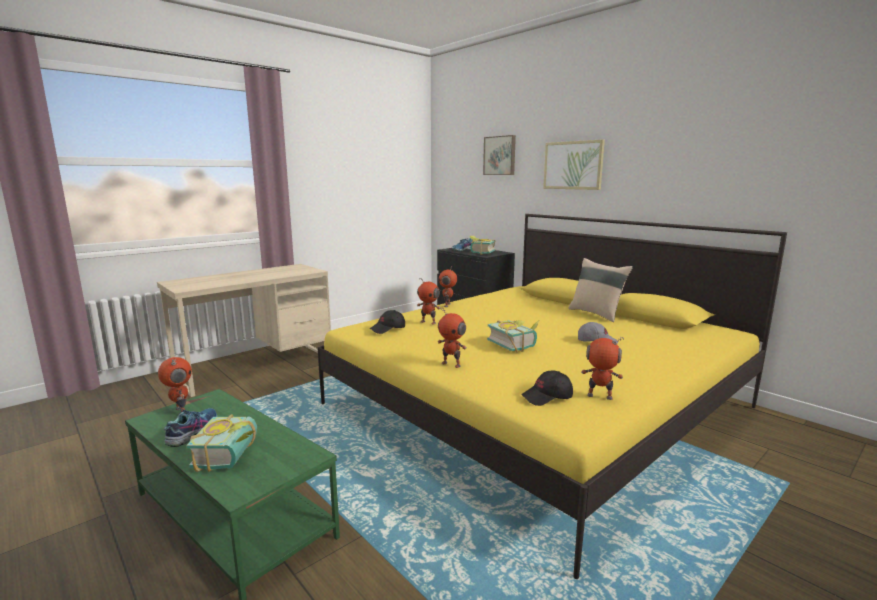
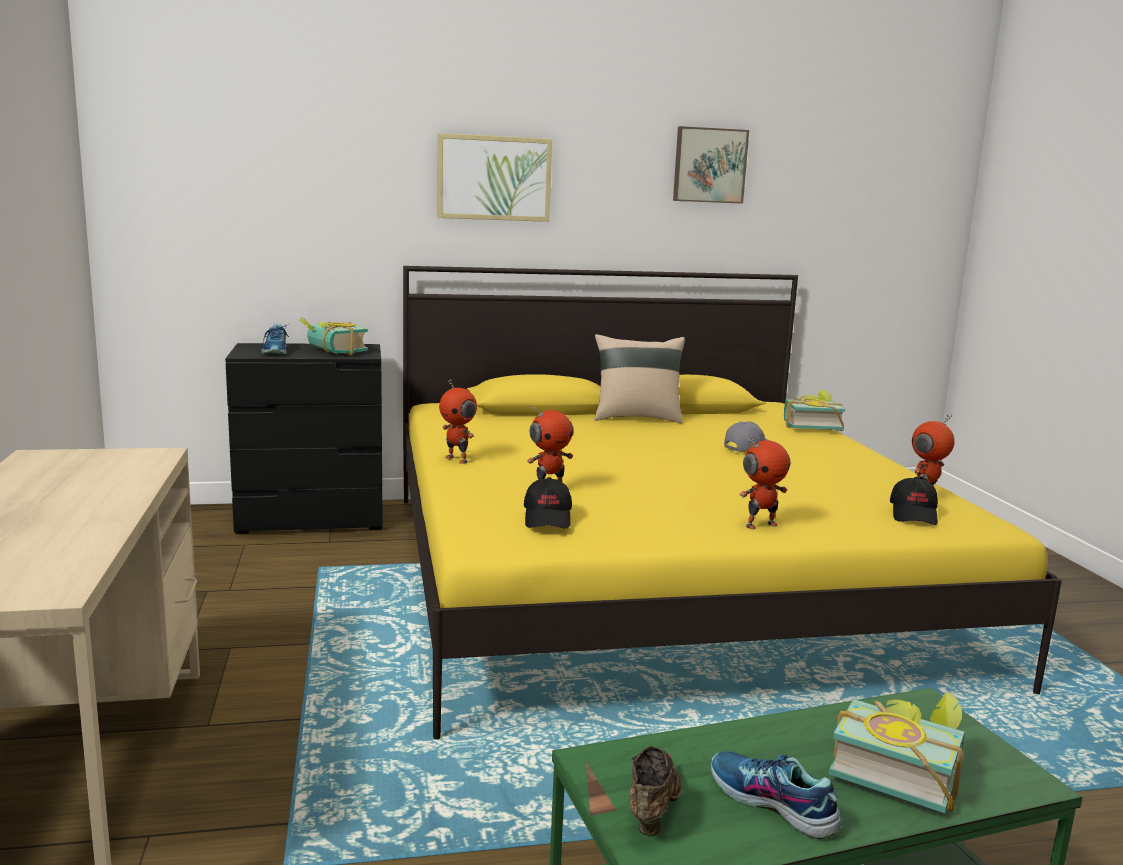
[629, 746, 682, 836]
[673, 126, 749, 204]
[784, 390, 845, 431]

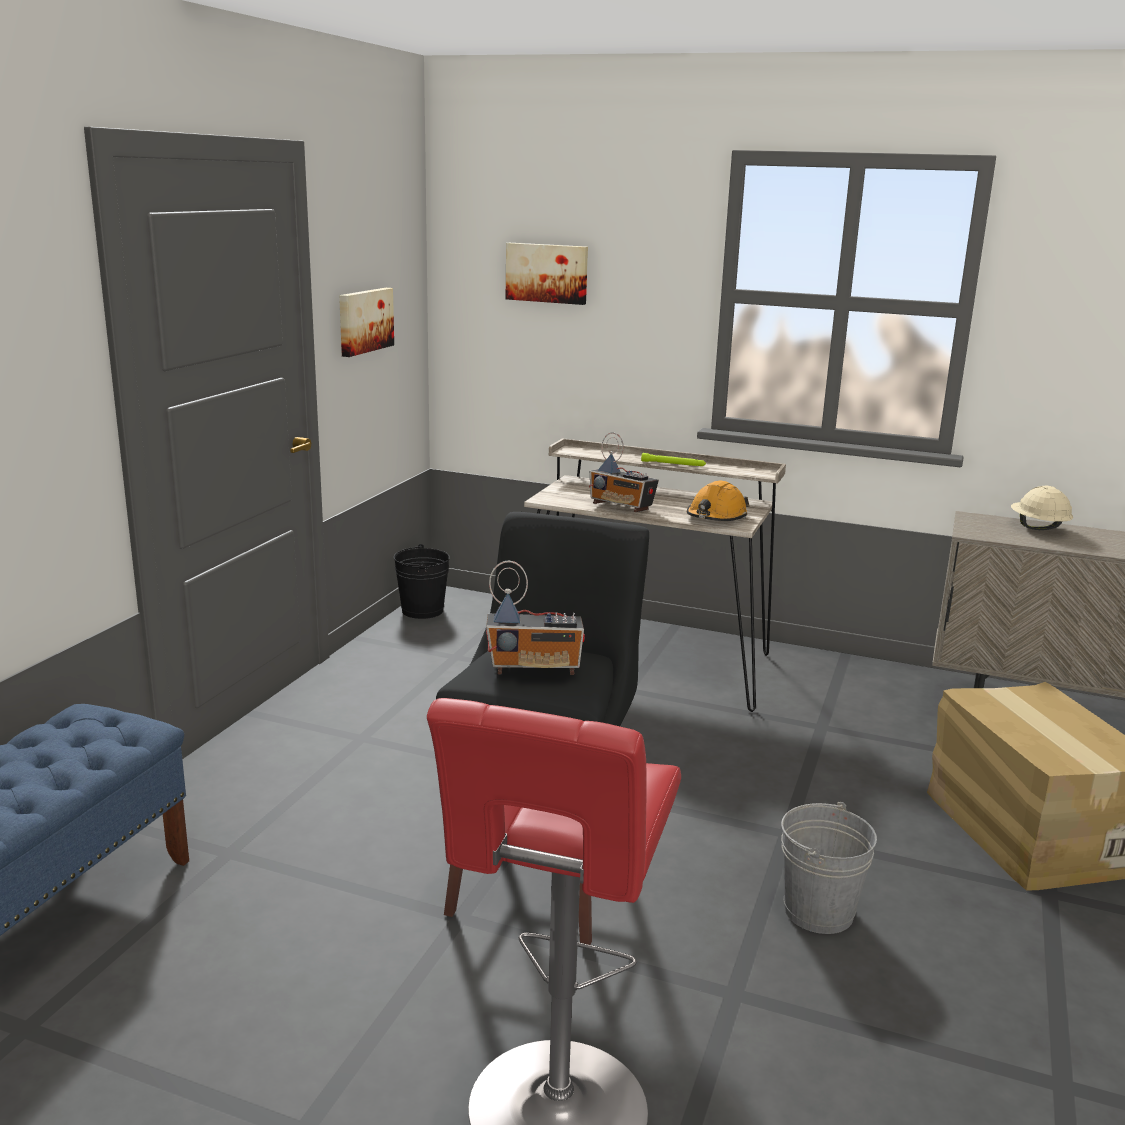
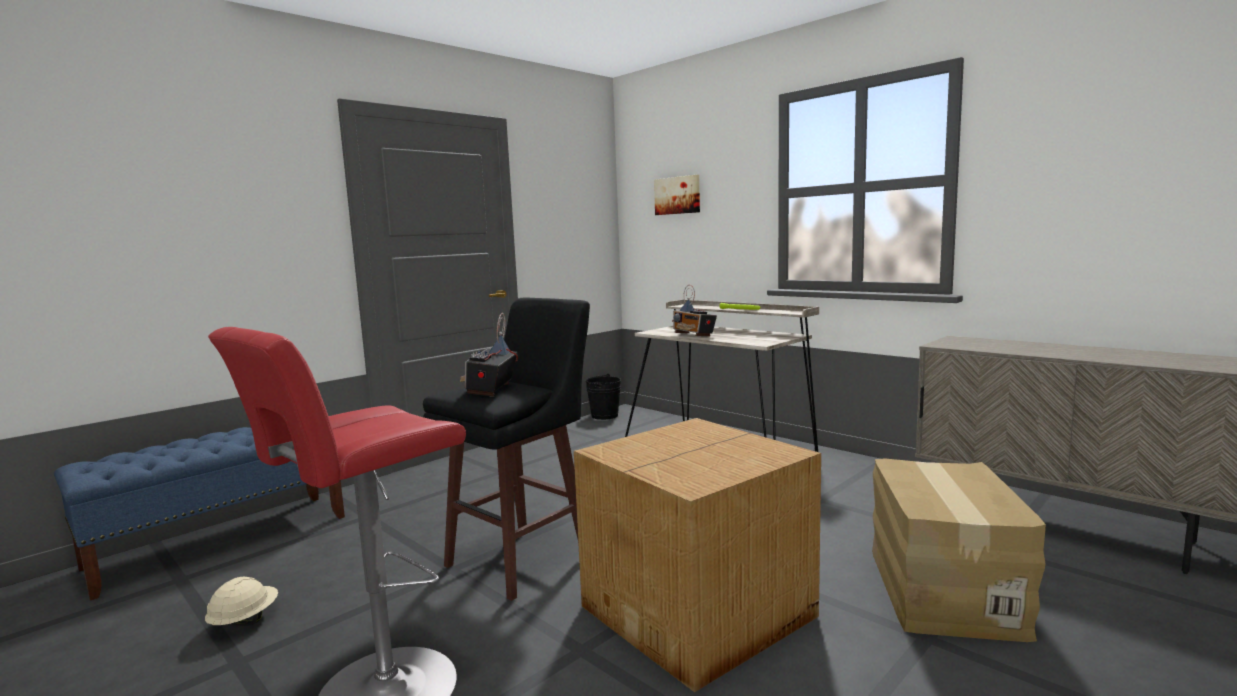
[205, 577, 278, 626]
[460, 313, 518, 397]
[574, 418, 821, 692]
[339, 288, 394, 357] (first image)
[687, 480, 750, 521] (first image)

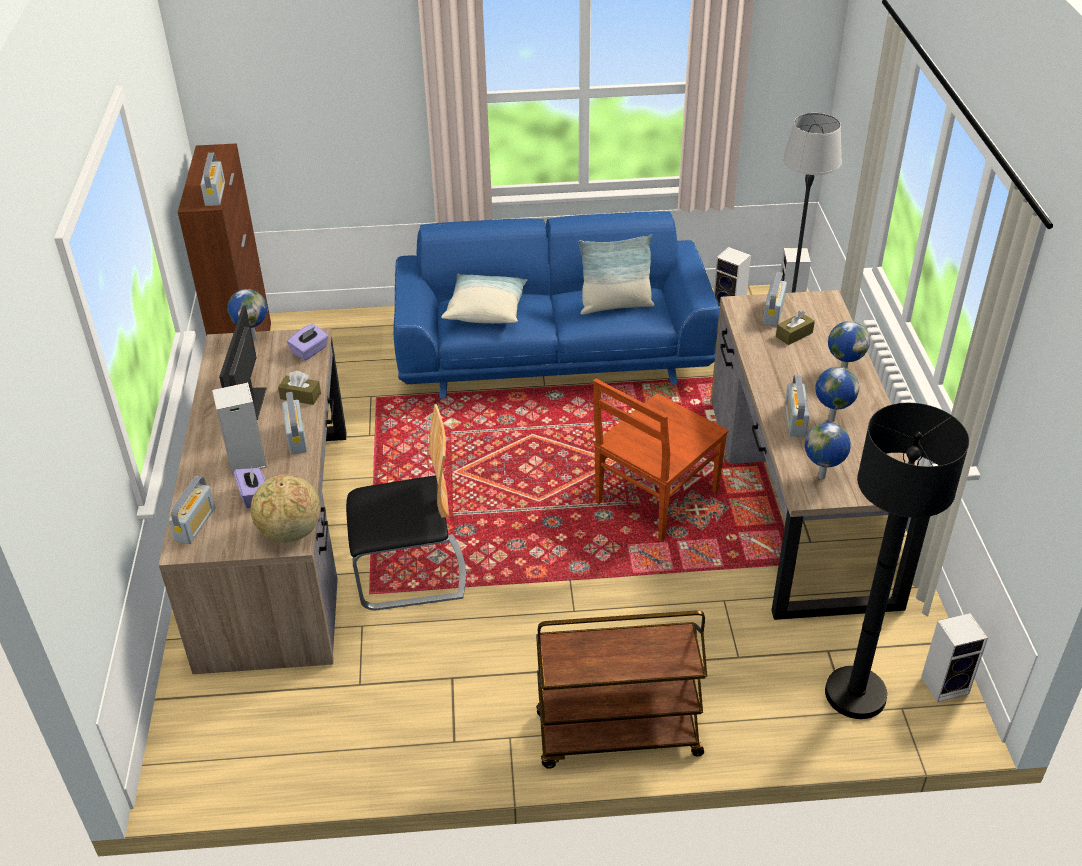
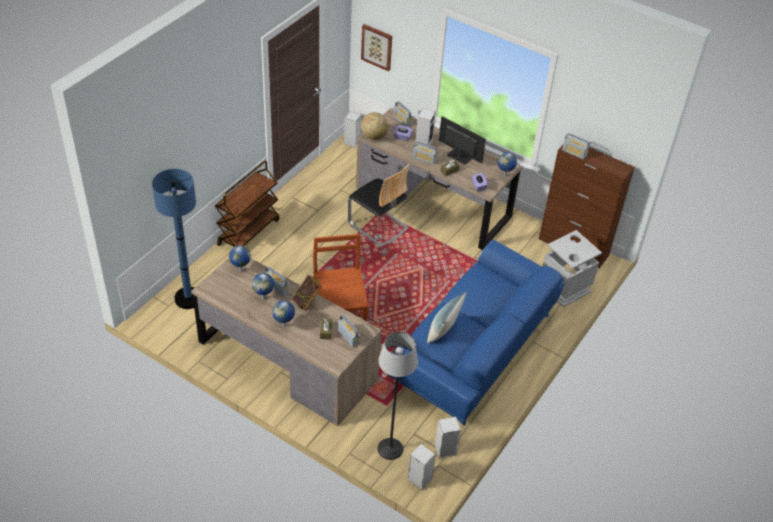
[152, 169, 196, 309]
[292, 275, 322, 311]
[344, 110, 362, 148]
[348, 164, 410, 247]
[361, 24, 392, 71]
[543, 230, 602, 307]
[441, 274, 527, 323] (first image)

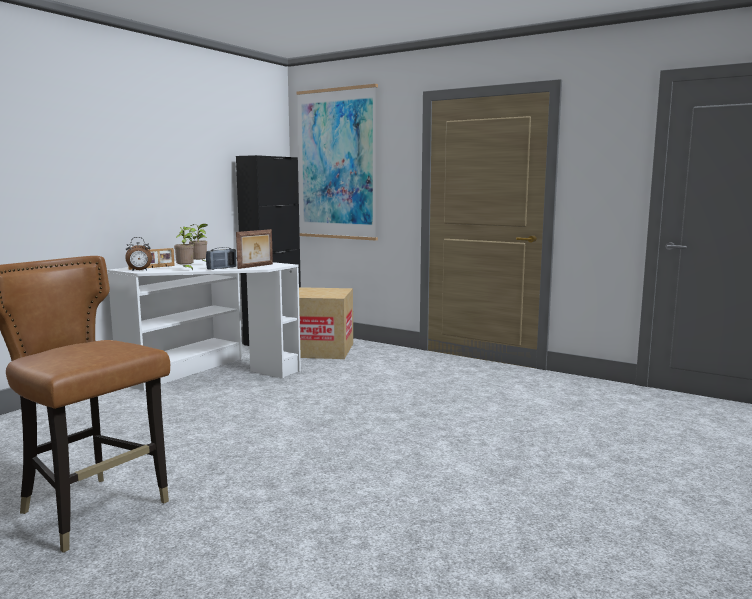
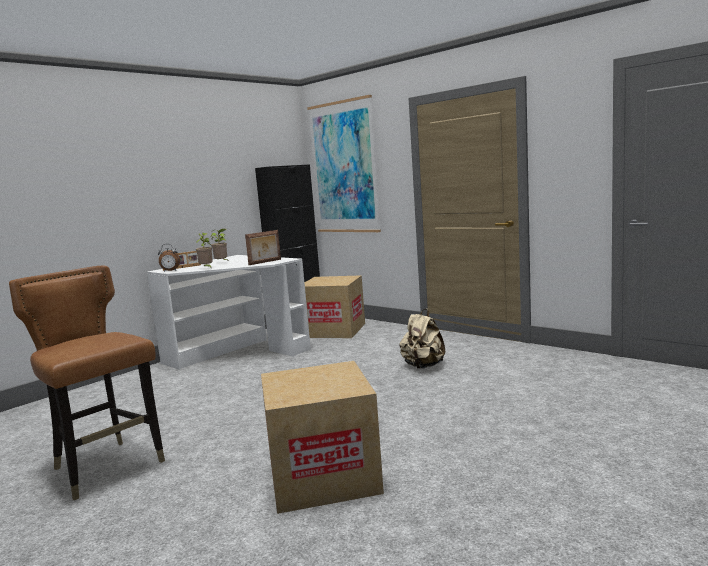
[261, 361, 384, 514]
[399, 309, 445, 369]
[206, 247, 237, 270] (first image)

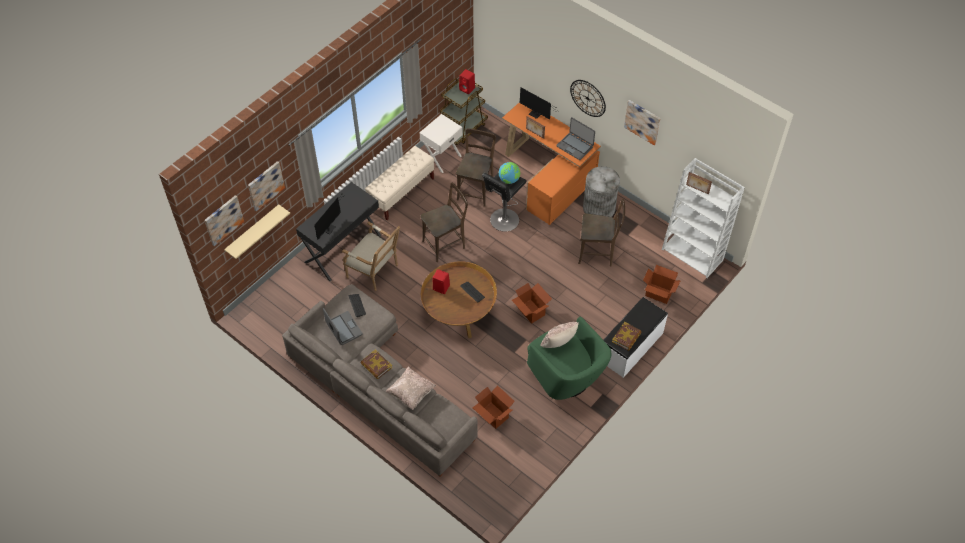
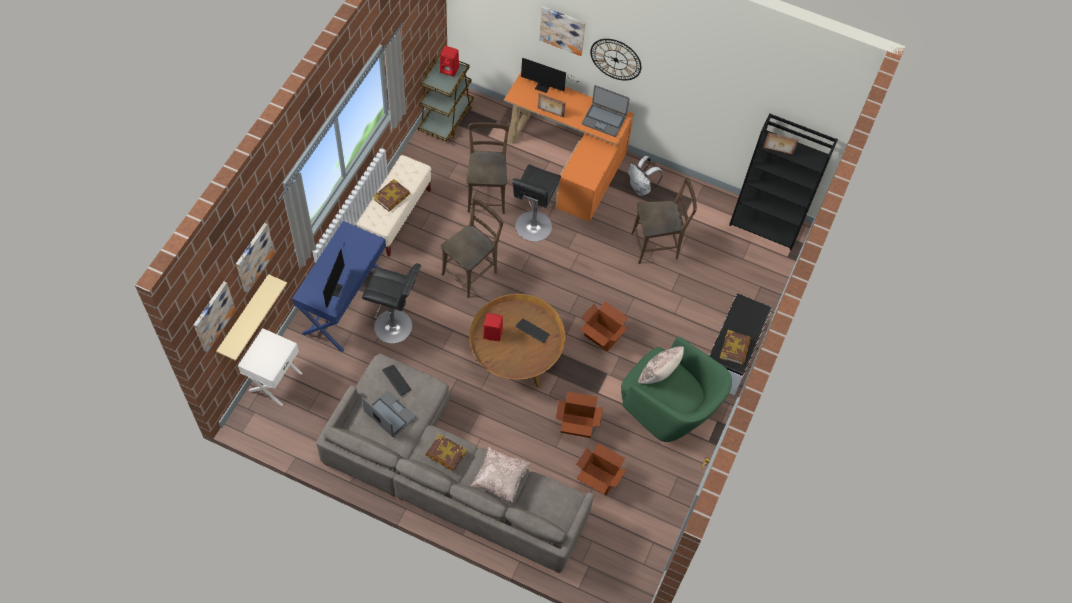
[238, 328, 302, 406]
[292, 221, 386, 352]
[362, 263, 421, 344]
[373, 179, 410, 211]
[539, 6, 586, 56]
[556, 392, 603, 438]
[628, 156, 663, 196]
[729, 113, 838, 250]
[499, 162, 520, 184] (first image)

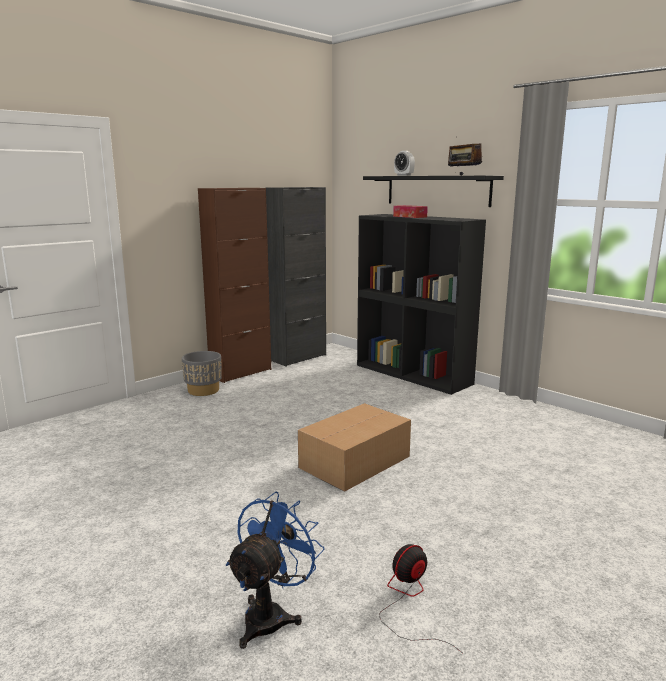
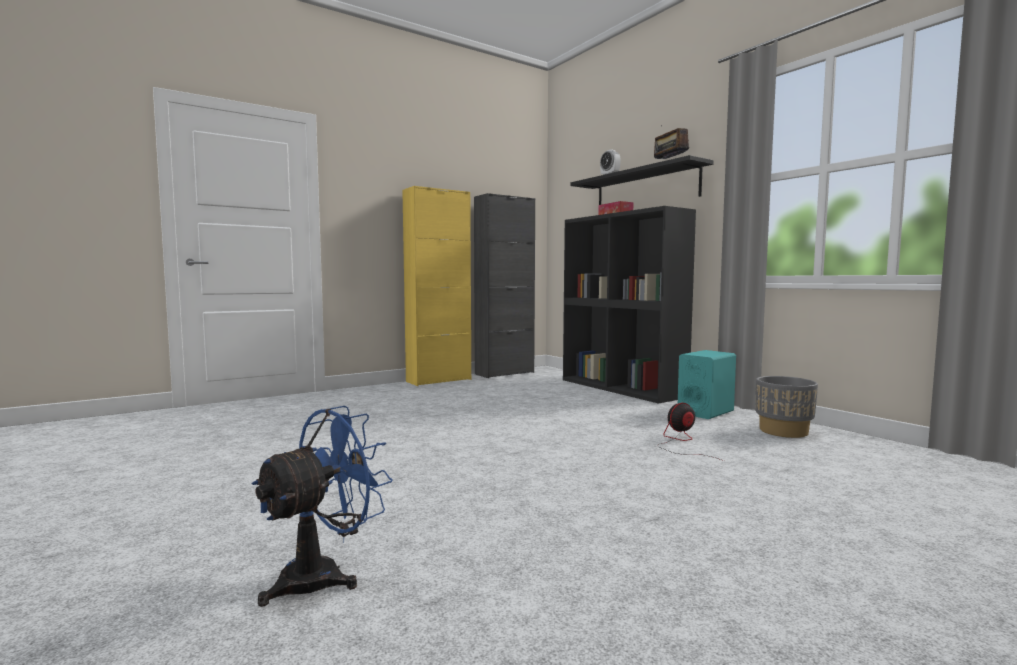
[402, 186, 471, 386]
[658, 403, 724, 461]
[678, 350, 736, 419]
[756, 376, 818, 438]
[298, 403, 411, 492] (first image)

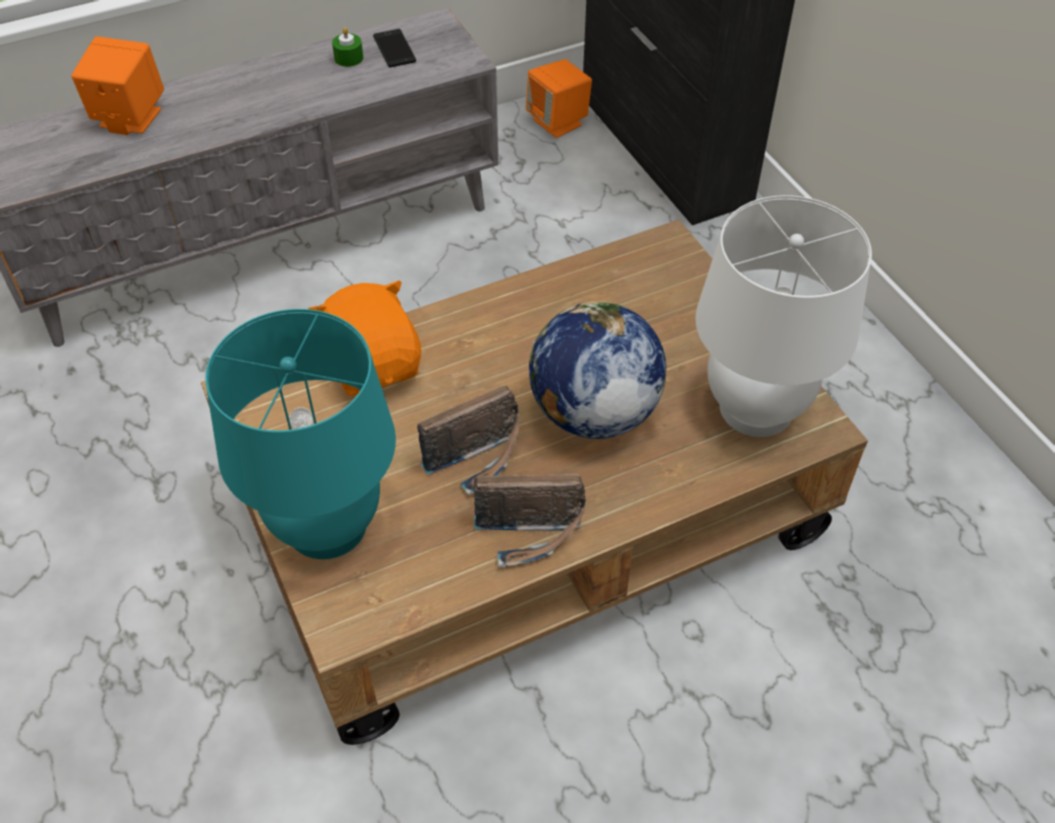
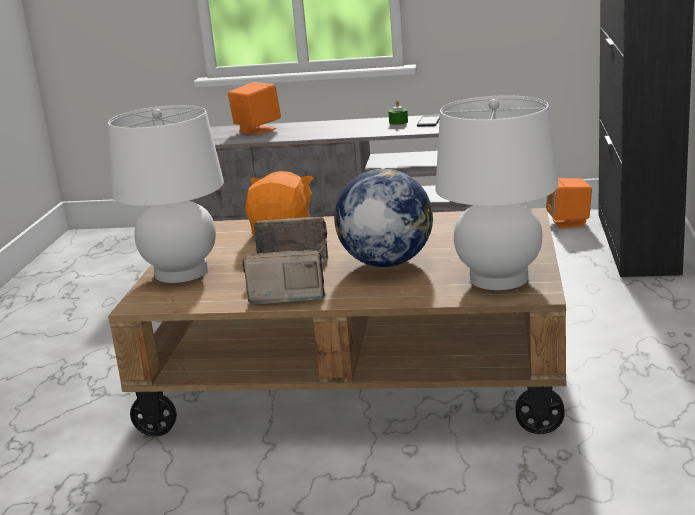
[108, 105, 224, 283]
[243, 250, 327, 304]

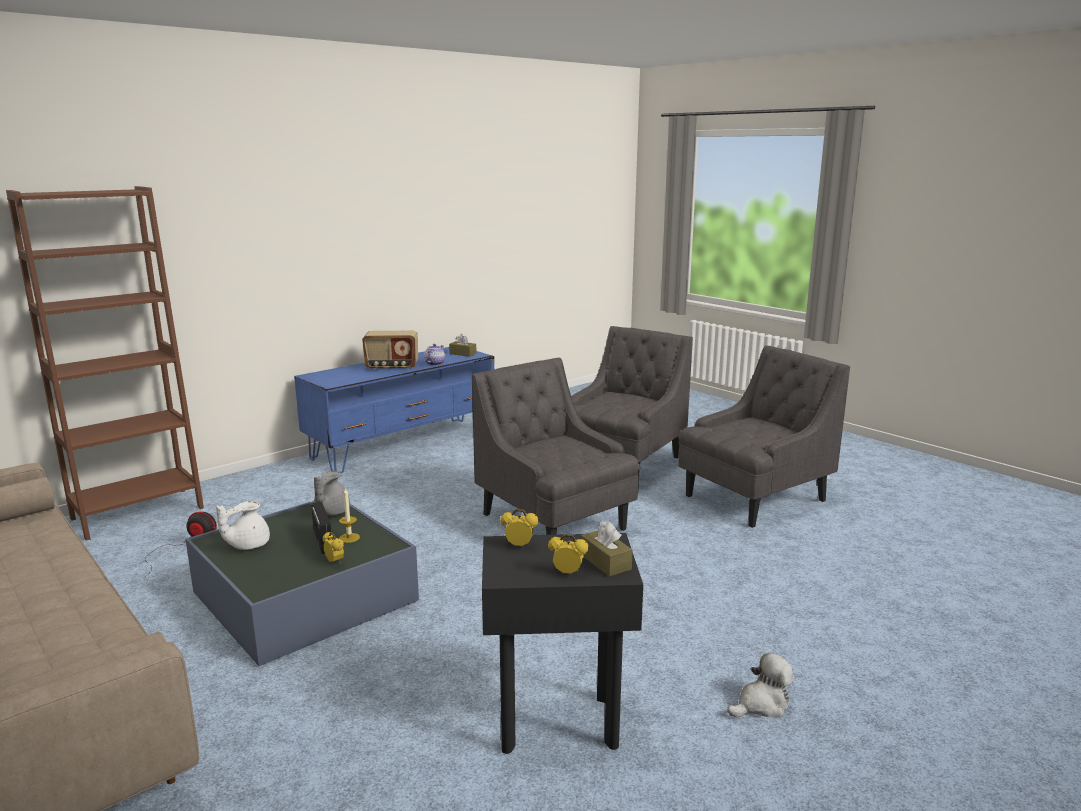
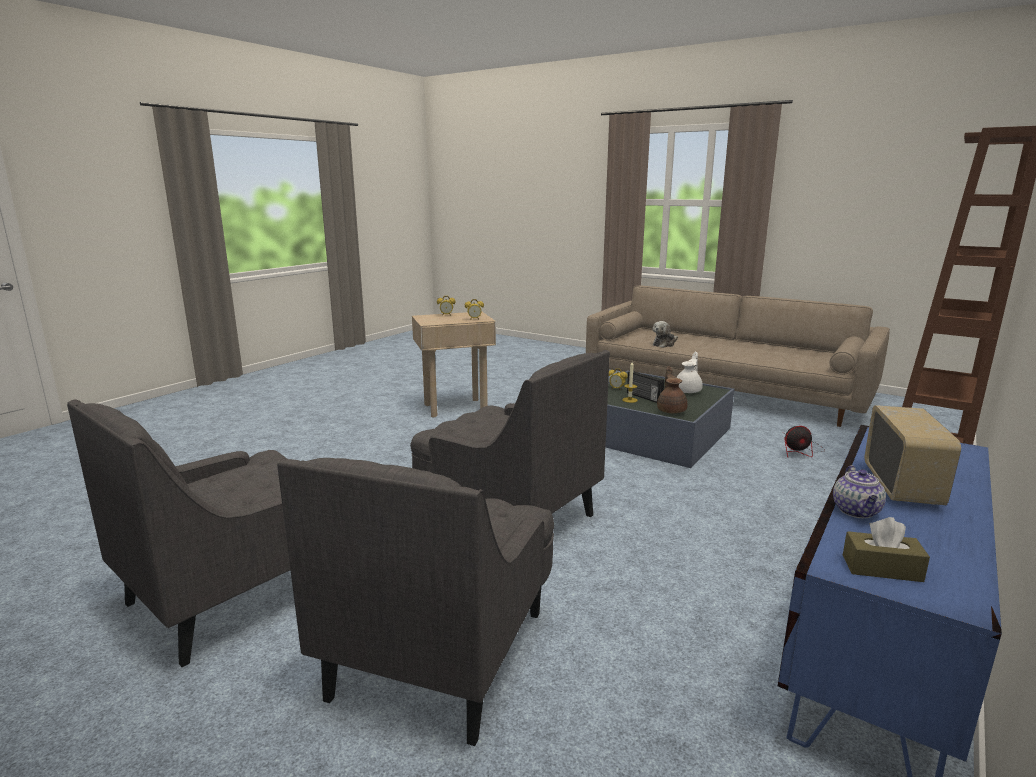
[412, 312, 496, 417]
[653, 321, 678, 348]
[657, 366, 688, 413]
[865, 405, 961, 505]
[581, 521, 633, 577] (first image)

